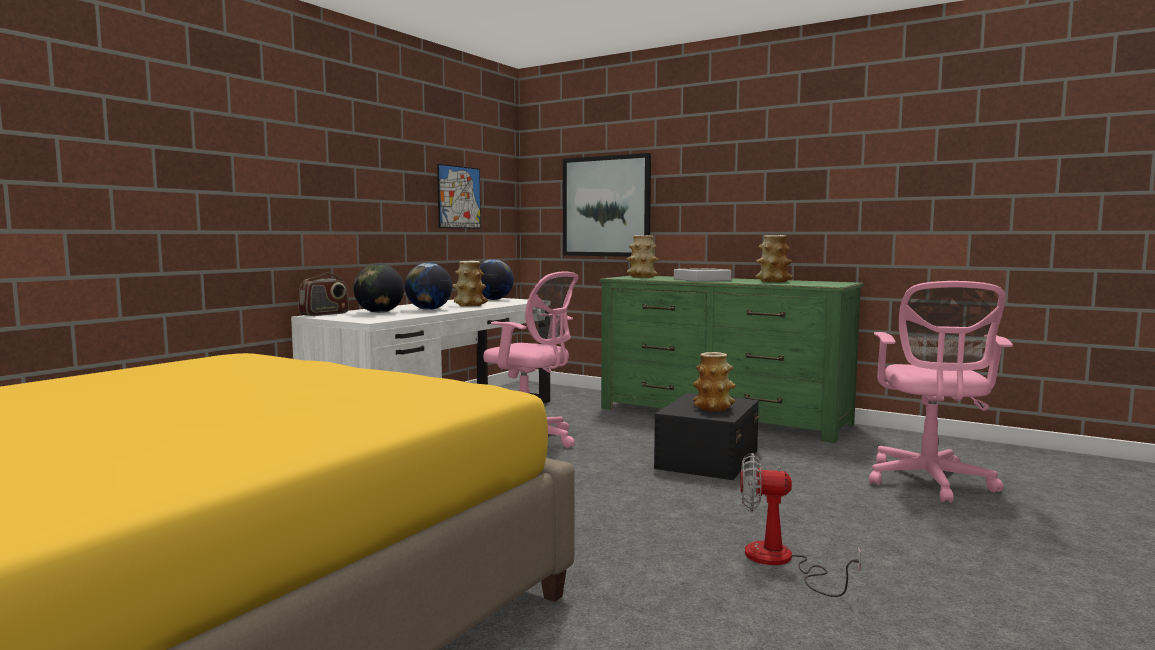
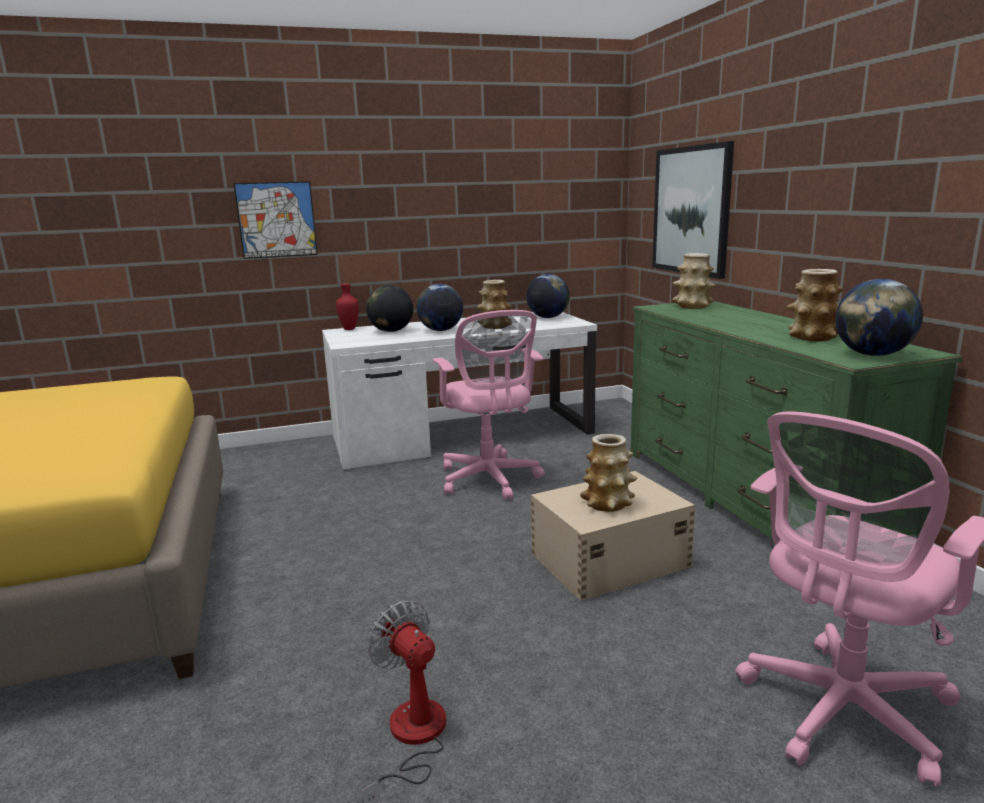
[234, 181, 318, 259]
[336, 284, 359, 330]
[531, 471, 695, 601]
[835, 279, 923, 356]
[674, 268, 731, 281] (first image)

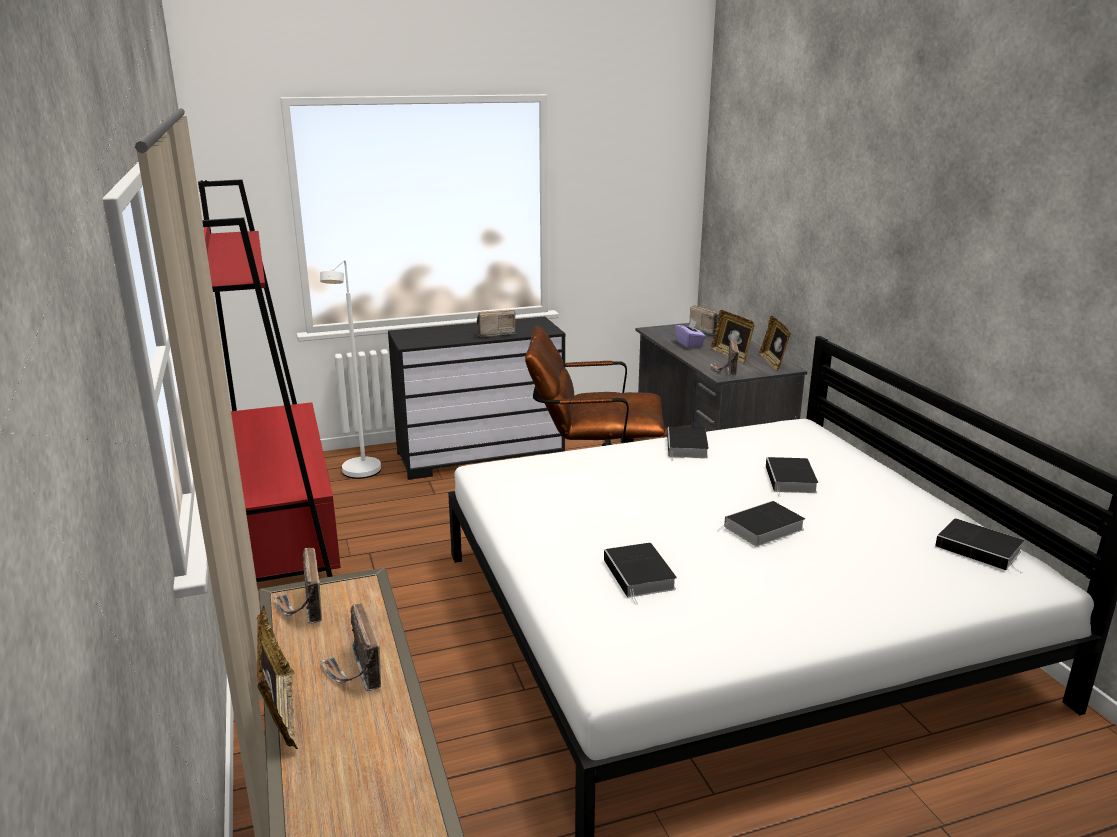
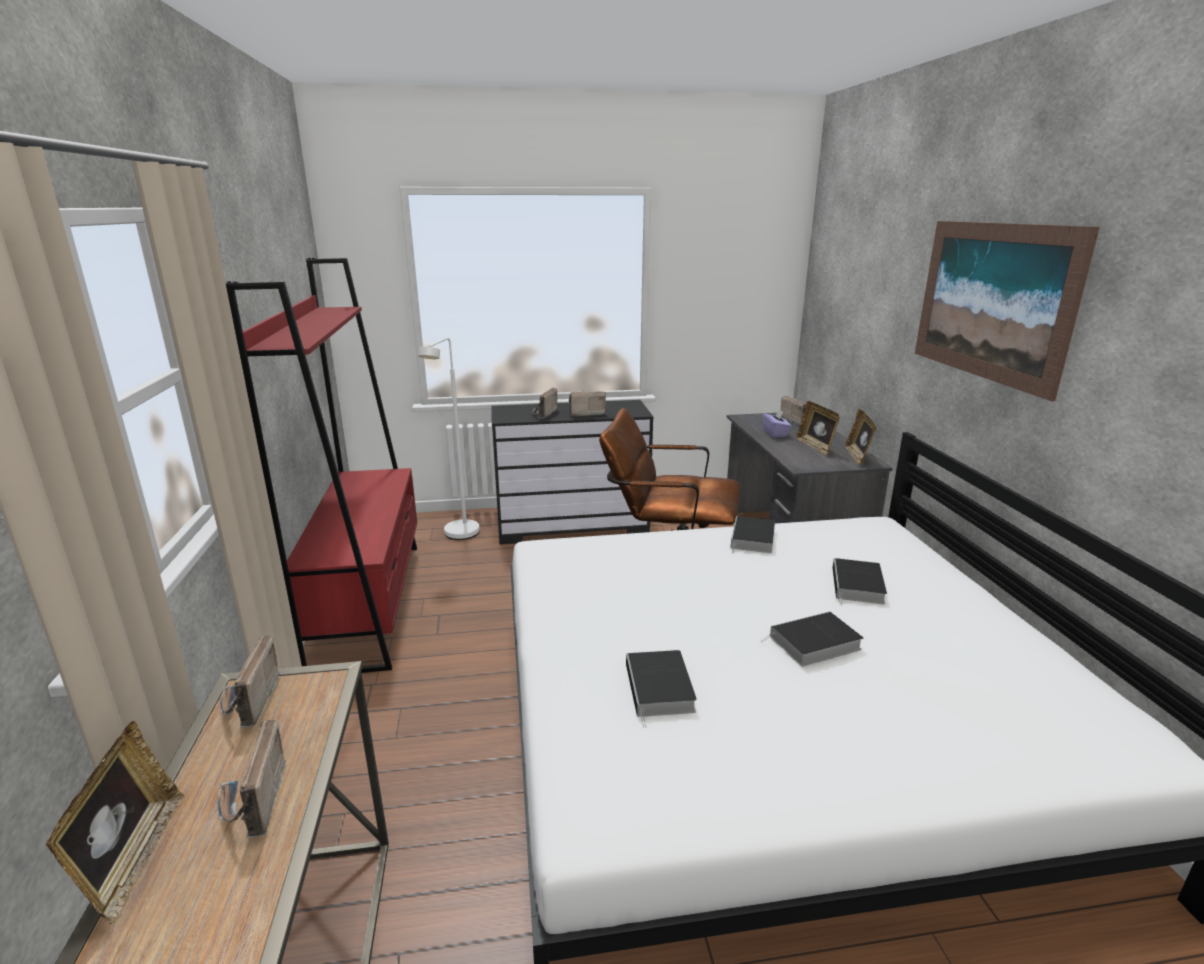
[533, 388, 557, 419]
[915, 221, 1100, 401]
[935, 518, 1024, 574] (first image)

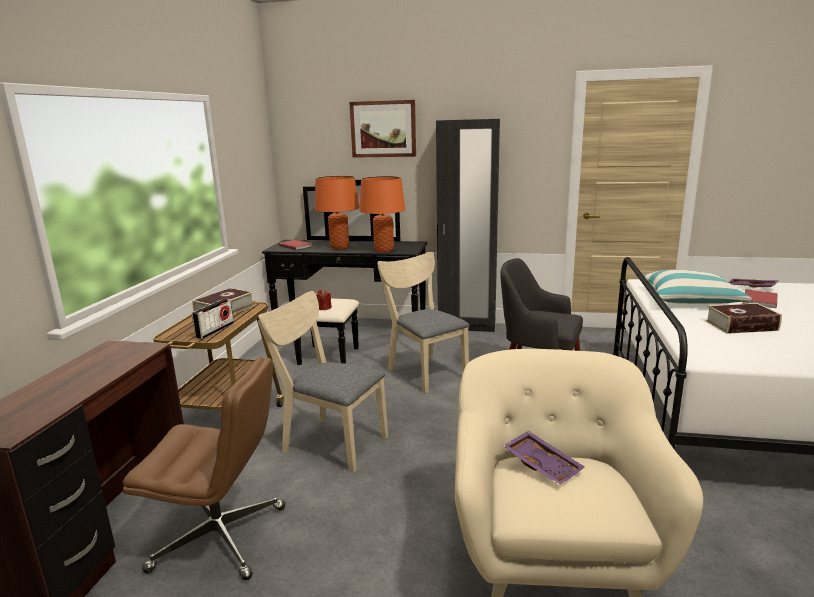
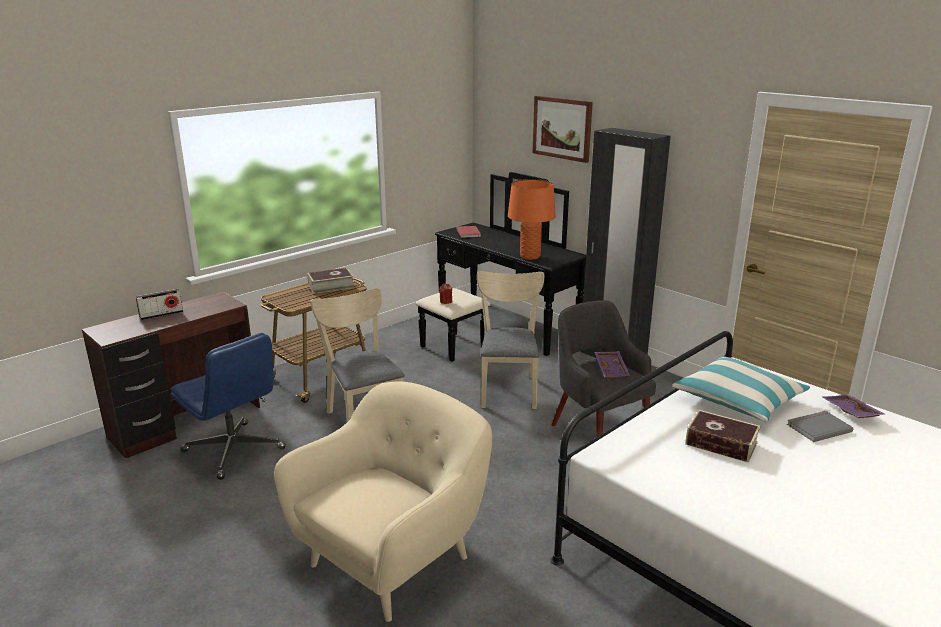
[136, 289, 183, 320]
[171, 333, 286, 480]
[594, 351, 630, 379]
[787, 411, 853, 442]
[315, 176, 359, 249] (first image)

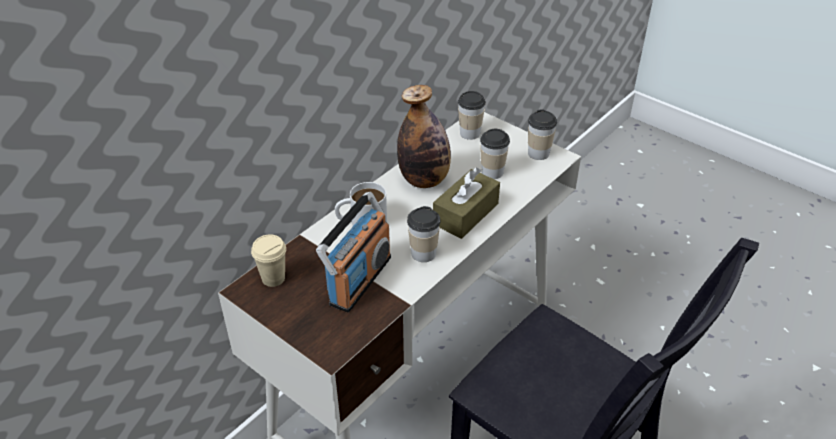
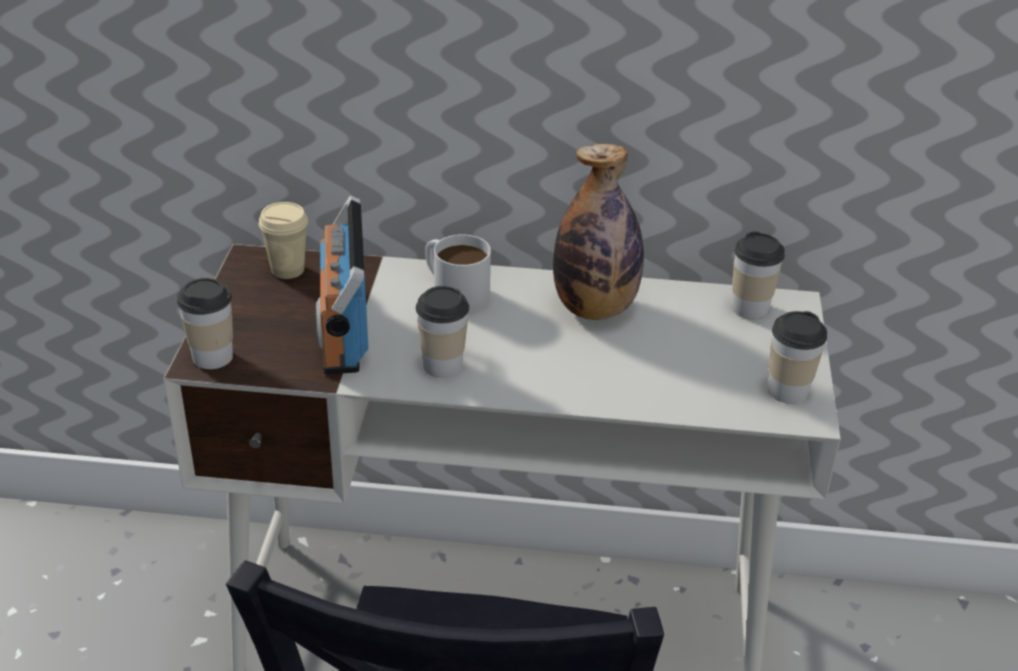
[177, 278, 233, 369]
[316, 196, 368, 374]
[433, 167, 500, 239] (first image)

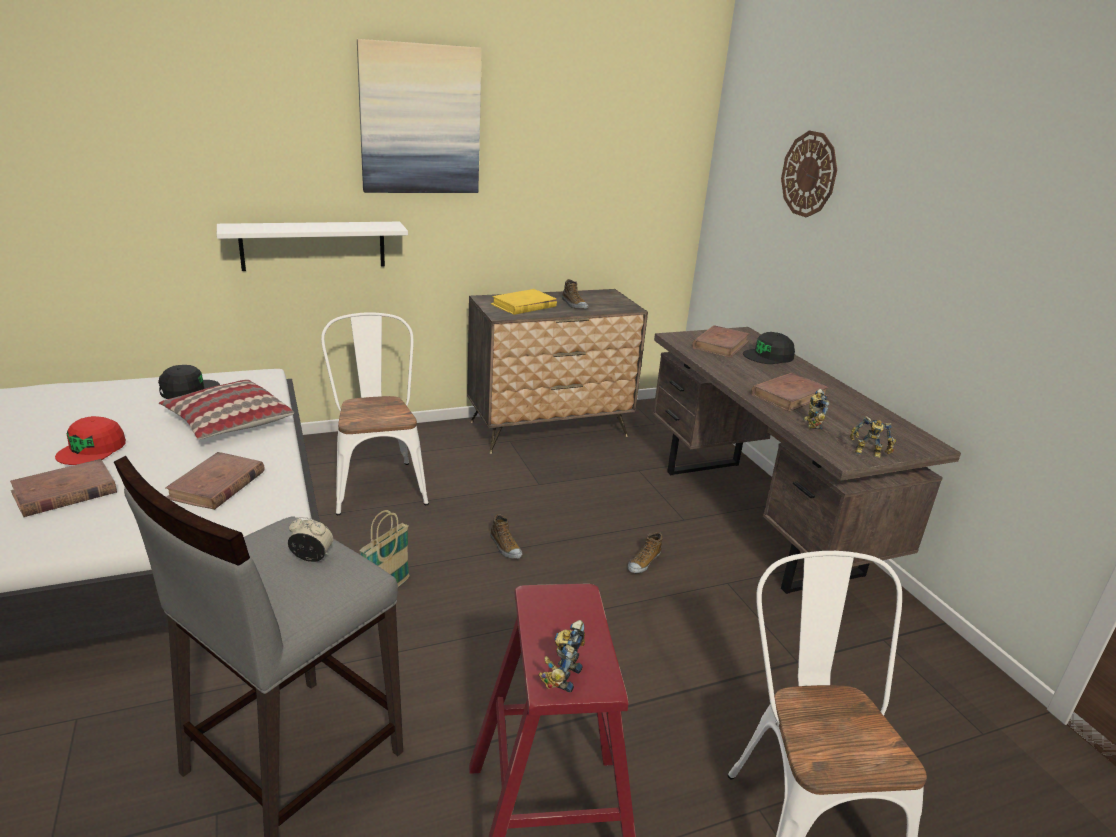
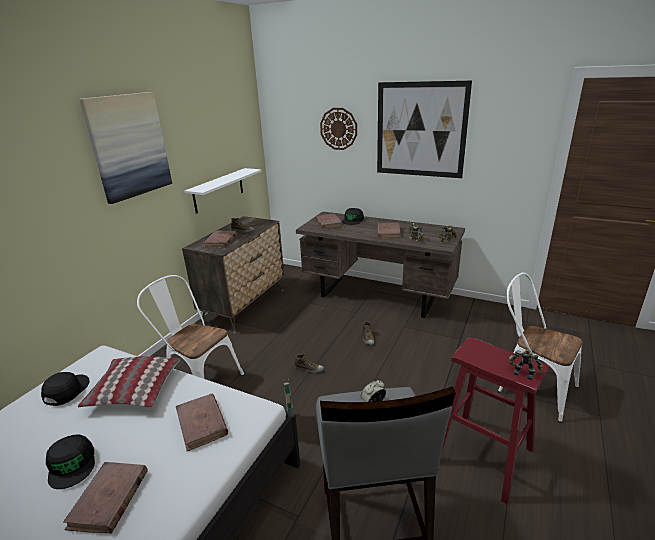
[46, 434, 95, 489]
[184, 168, 262, 214]
[203, 231, 237, 248]
[377, 80, 472, 178]
[509, 349, 544, 380]

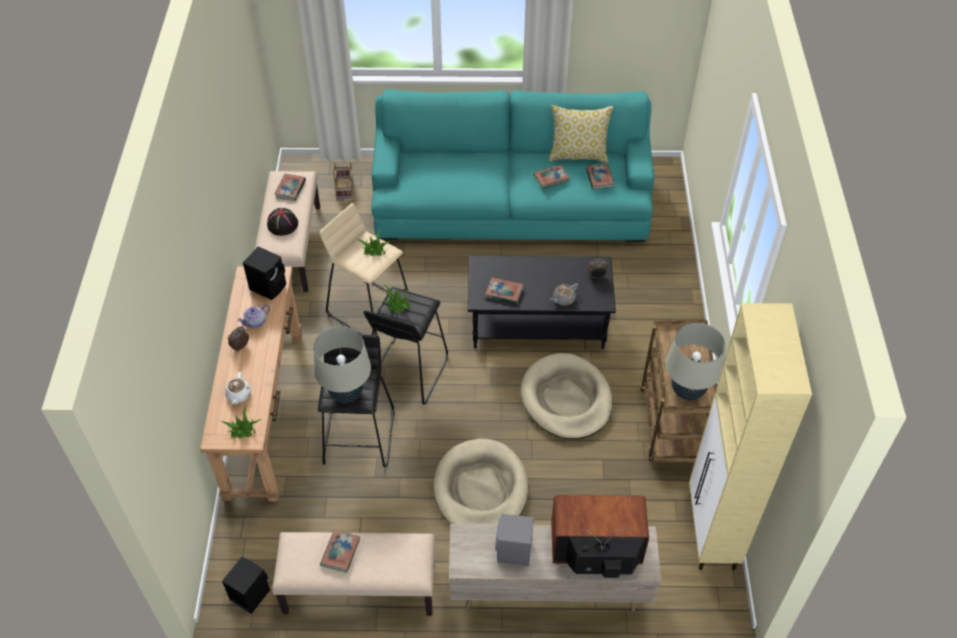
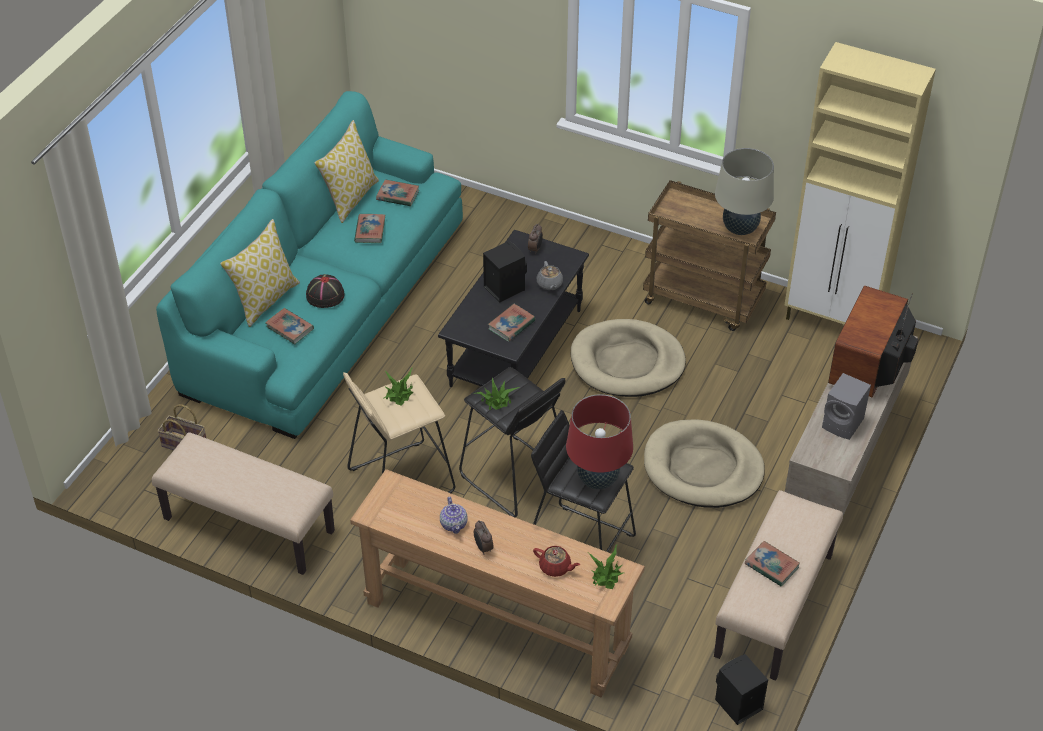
[220, 219, 300, 327]
[265, 308, 314, 344]
[306, 274, 345, 308]
[483, 241, 527, 302]
[533, 546, 580, 577]
[566, 394, 633, 489]

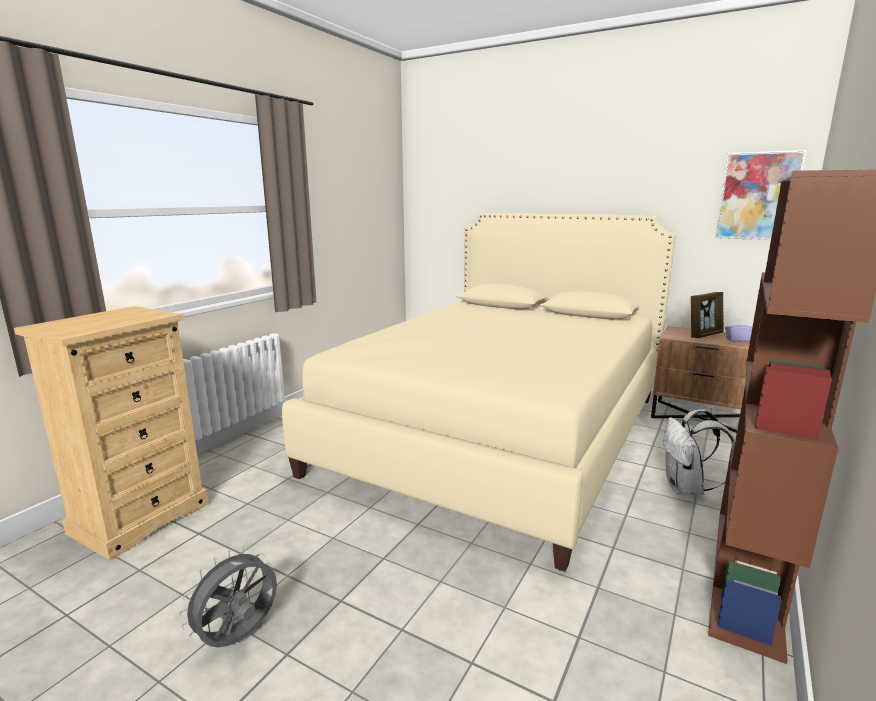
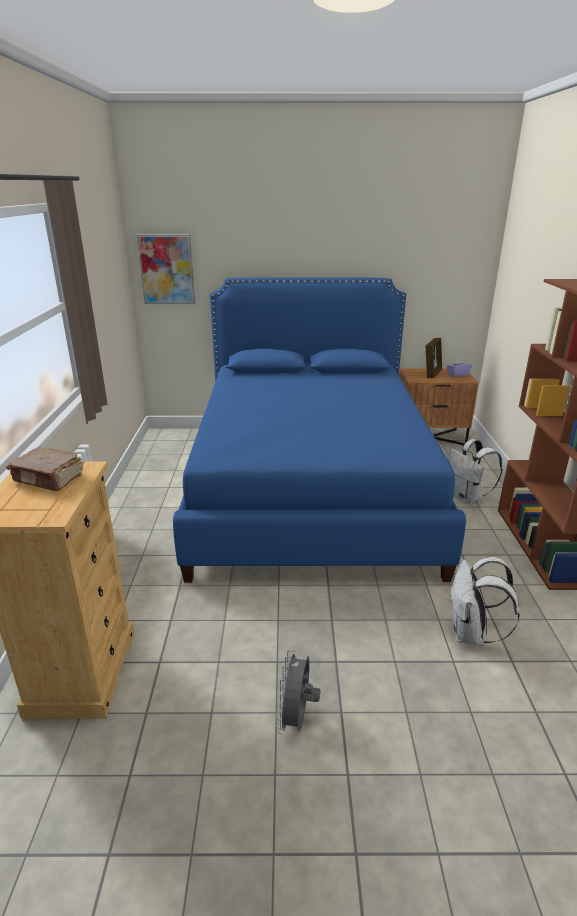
[6, 447, 83, 491]
[137, 235, 195, 304]
[173, 277, 466, 583]
[451, 557, 520, 646]

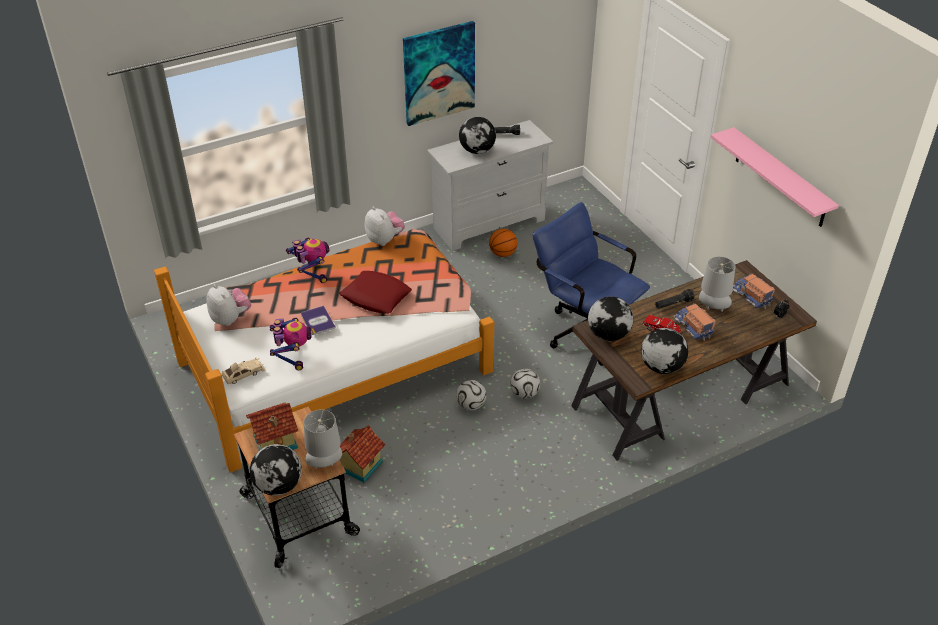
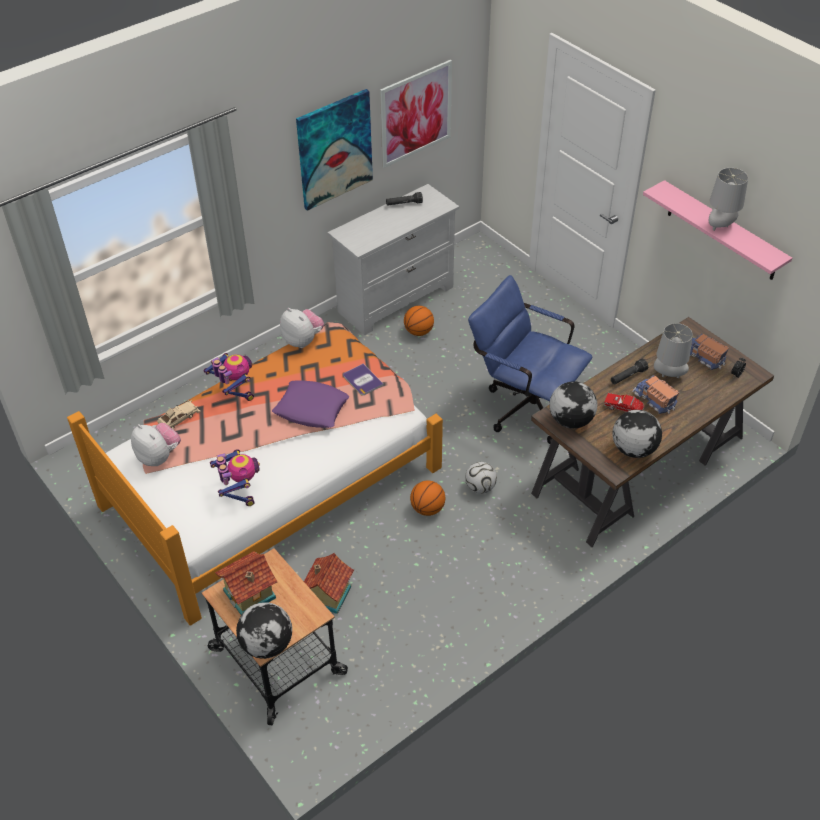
[157, 400, 201, 429]
[272, 380, 349, 428]
[343, 364, 384, 396]
[380, 60, 452, 168]
[410, 480, 445, 516]
[709, 168, 748, 231]
[459, 117, 496, 154] (first image)

